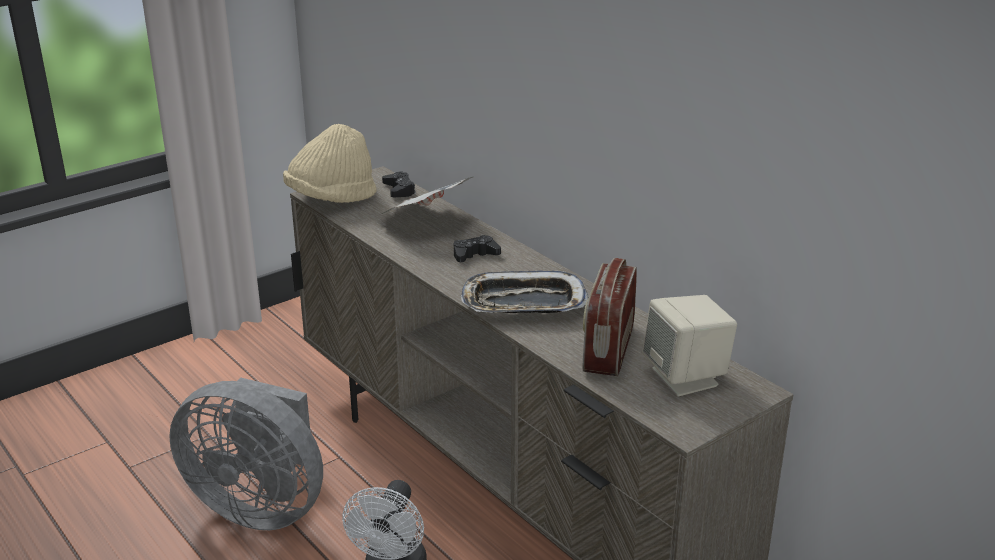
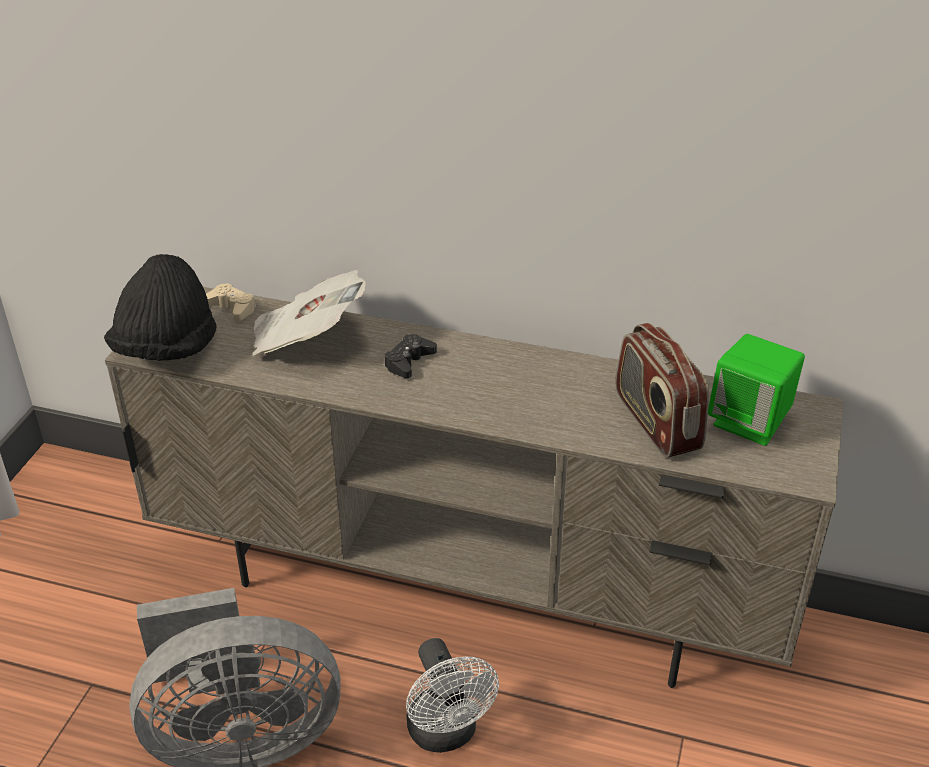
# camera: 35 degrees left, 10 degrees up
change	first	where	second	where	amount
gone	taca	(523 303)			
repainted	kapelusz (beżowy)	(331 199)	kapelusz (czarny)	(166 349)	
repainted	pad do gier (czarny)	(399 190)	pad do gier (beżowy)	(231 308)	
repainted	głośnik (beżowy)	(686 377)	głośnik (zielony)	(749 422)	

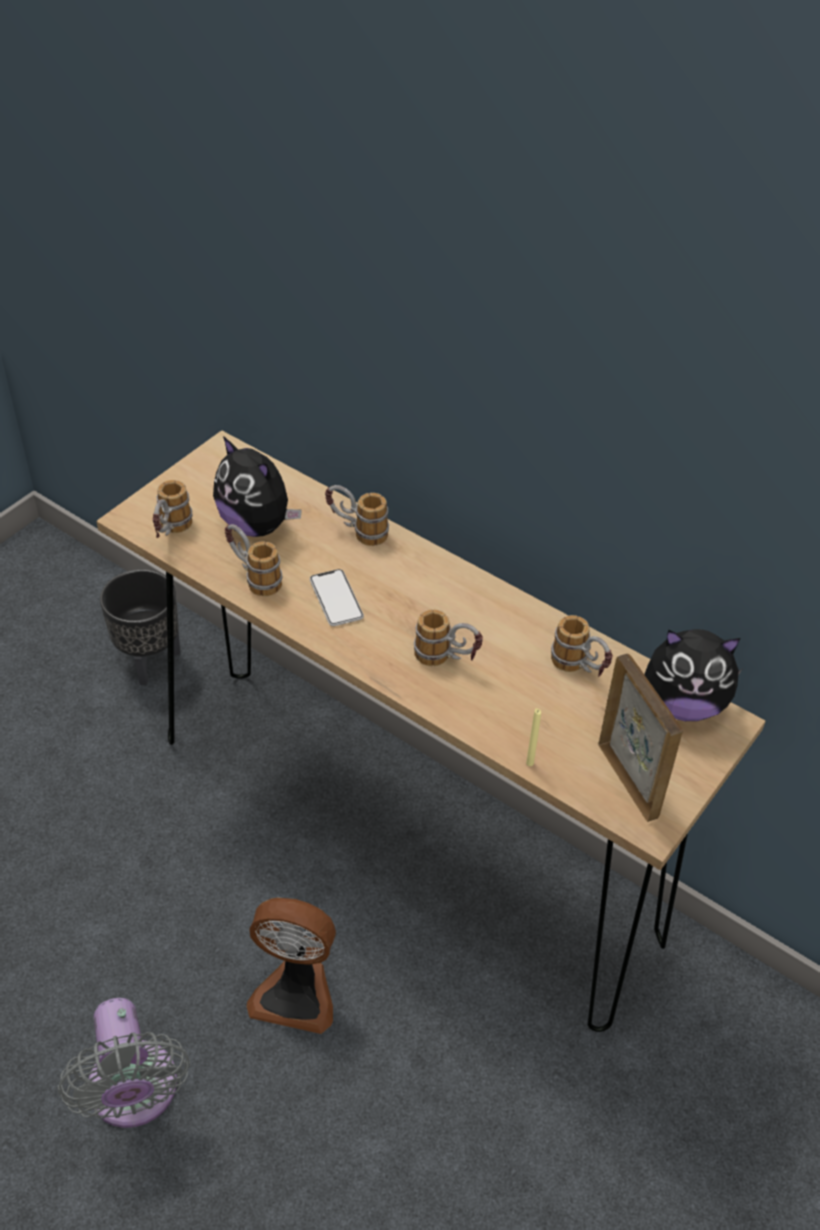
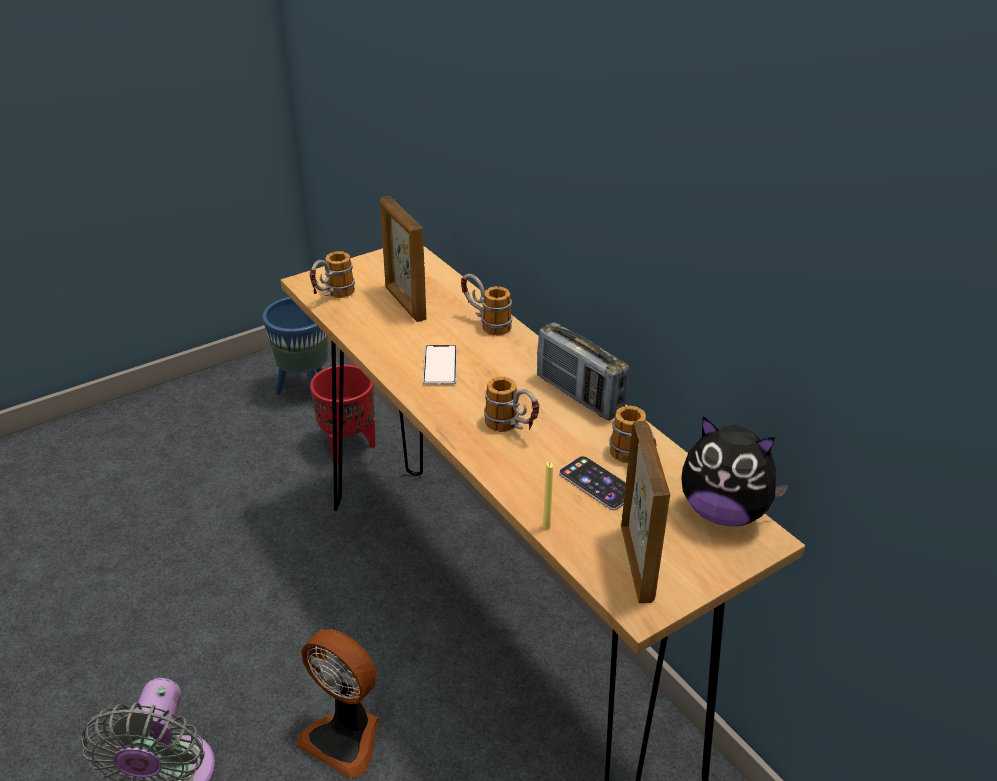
# camera: 20 degrees right, 10 degrees down
change	first	where	second	where	amount
gone	kubek	(253 577)			
new			donica (niebieski)	(306 392)	
new			radio	(579 395)	
new			telefon	(597 483)	
swapped	pluszak	(257 524)	ramka na zdjęcie	(405 303)	
repainted	donica (czarny)	(150 661)	donica (czerwony)	(349 447)	

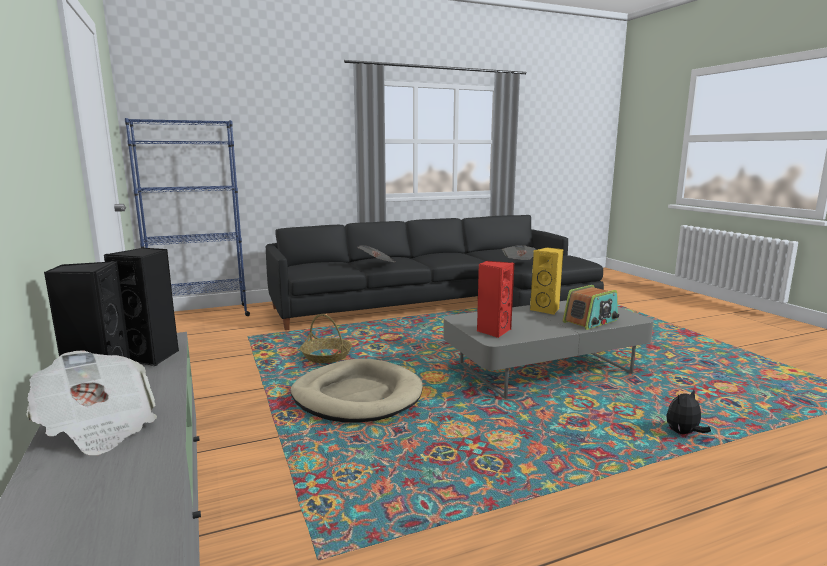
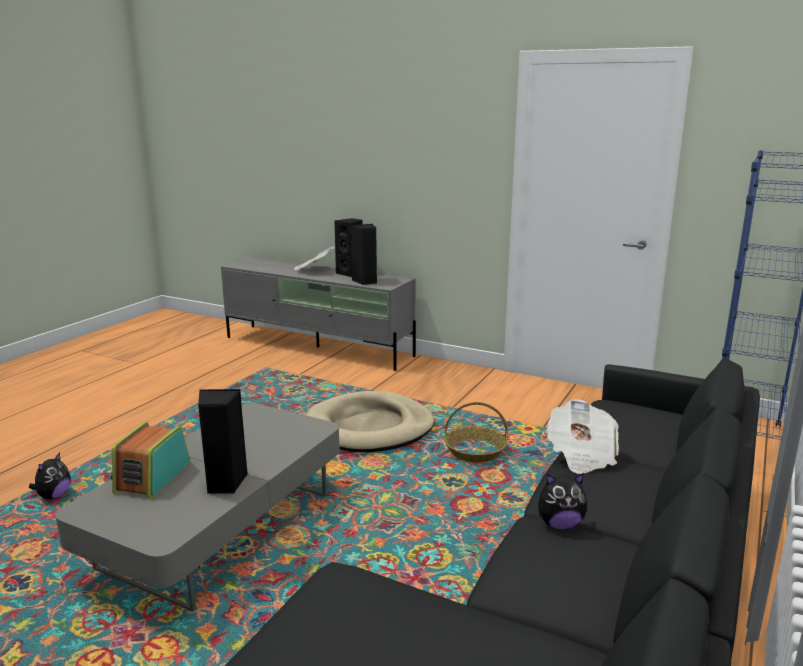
# camera: 140 degrees right, 5 degrees up
change	first	where	second	where	amount
gone	głośnik (czerwony)	(493 331)			
gone	gazeta	(520 263)			
new			pluszak	(559 524)	
repainted	głośnik (żółty)	(546 310)	głośnik (czarny)	(224 483)	

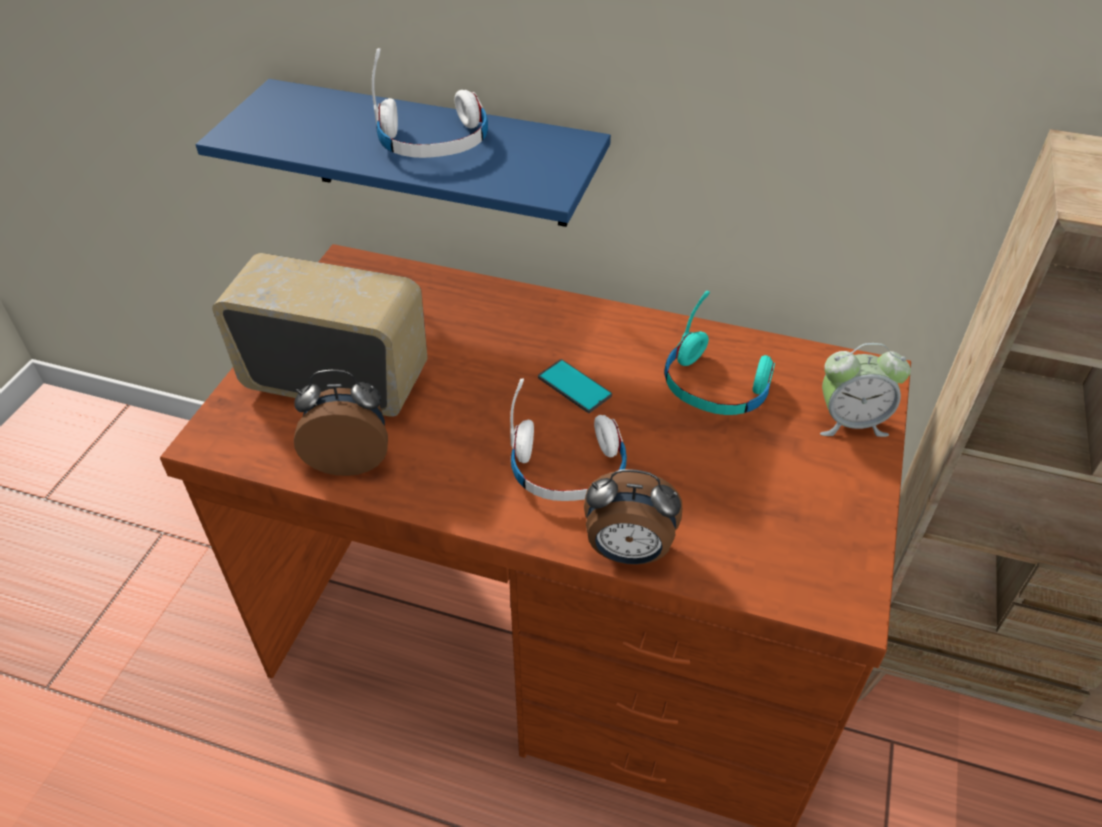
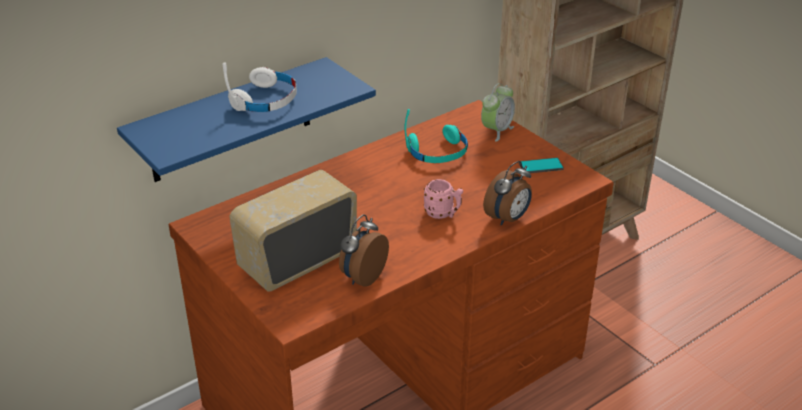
# camera: 55 degrees left, 10 degrees down
change	first	where	second	where	amount
shifted	telefon	(574 387)		(541 166)	
swapped	słuchawki (biały)	(568 469)	kubek (różowy)	(443 214)	

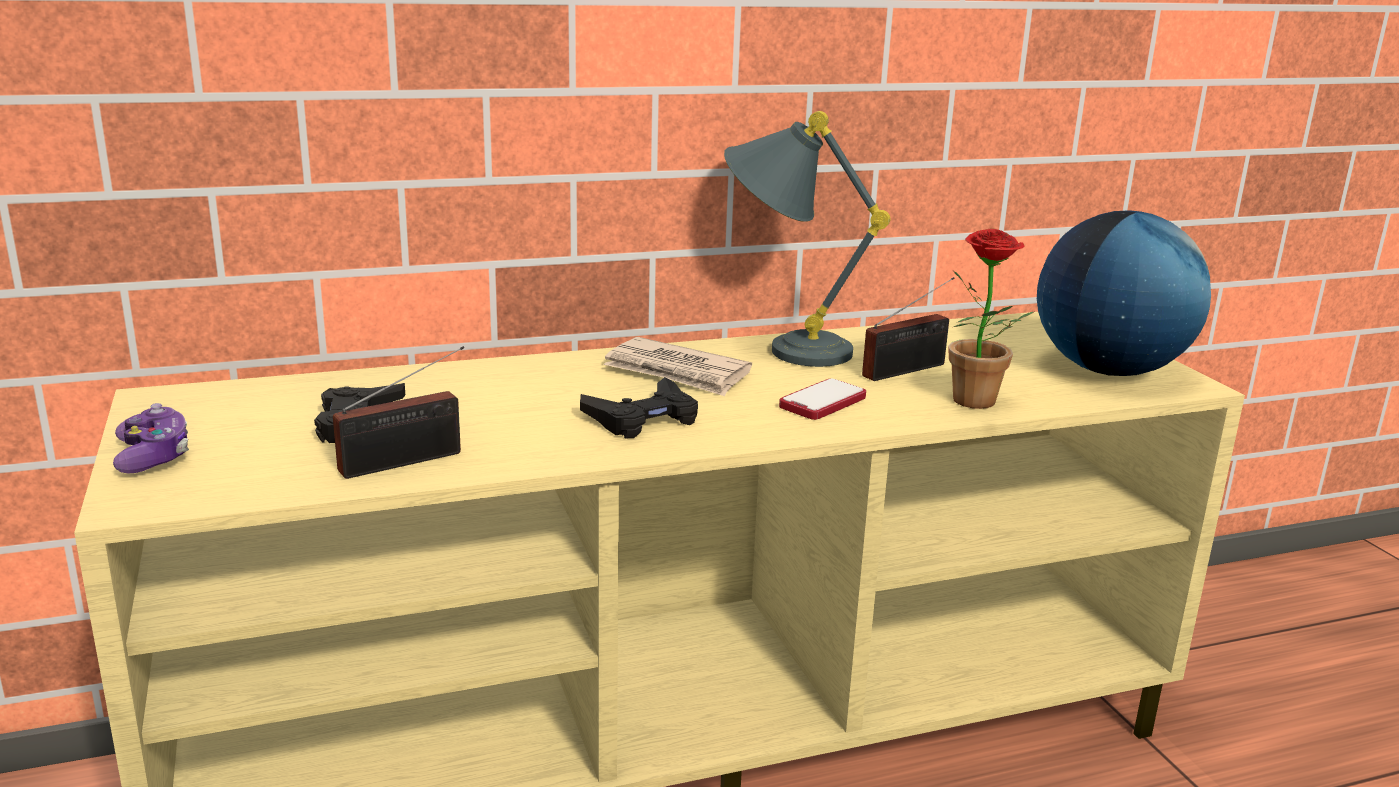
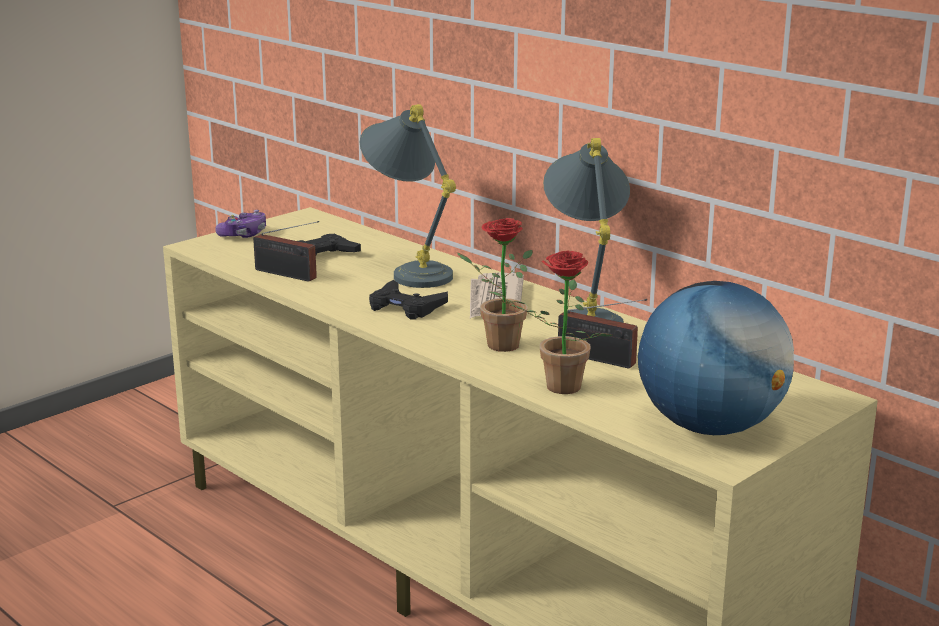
# camera: 65 degrees right, 0 degrees up
change	first	where	second	where	amount
new			lampa stołowa (szary)	(410 271)	
swapped	telefon	(822 402)	roślina doniczkowa	(495 344)	

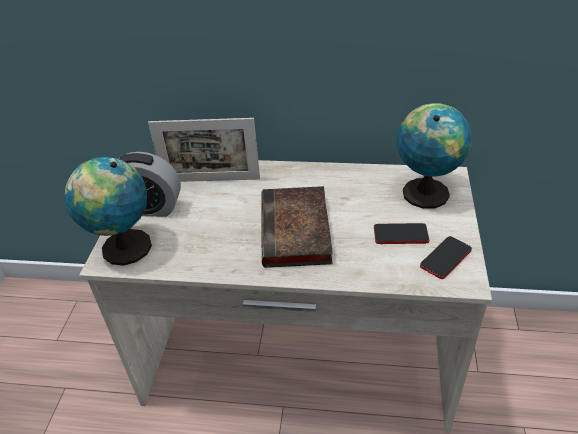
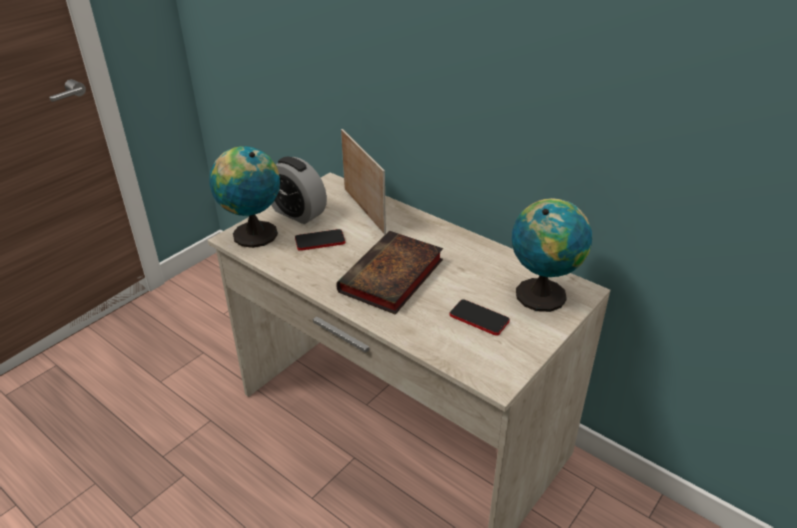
# camera: 30 degrees right, 5 degrees down
change	first	where	second	where	amount
shifted	telefon	(445 258)		(320 241)	
rotated	ramka na zdjęcie	(211 180)		(364 210)	150 degrees counterclockwise

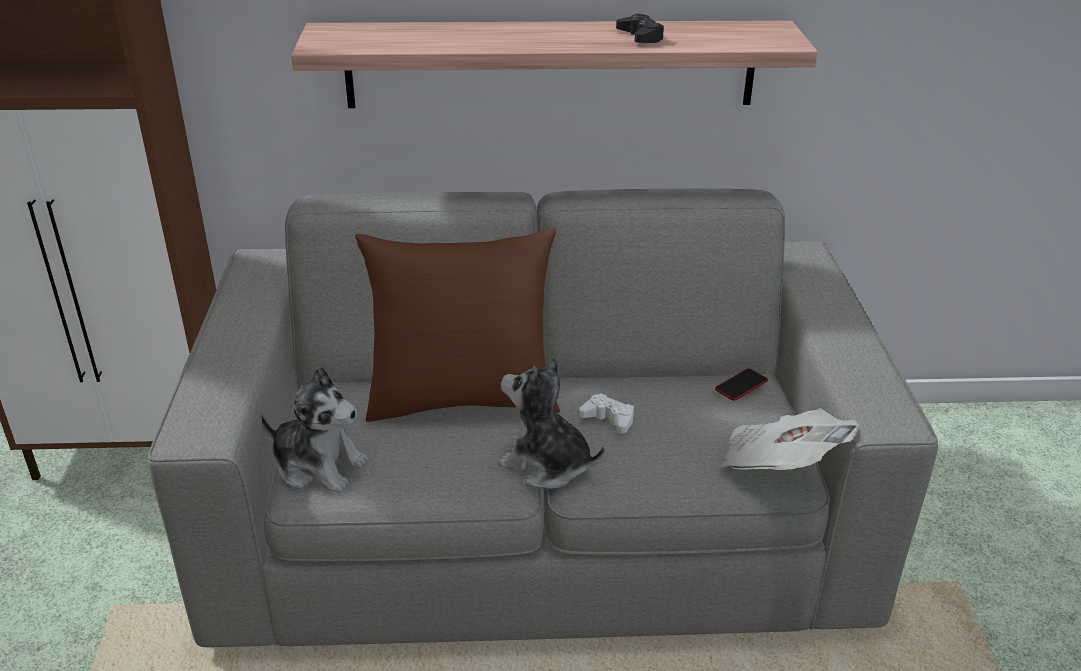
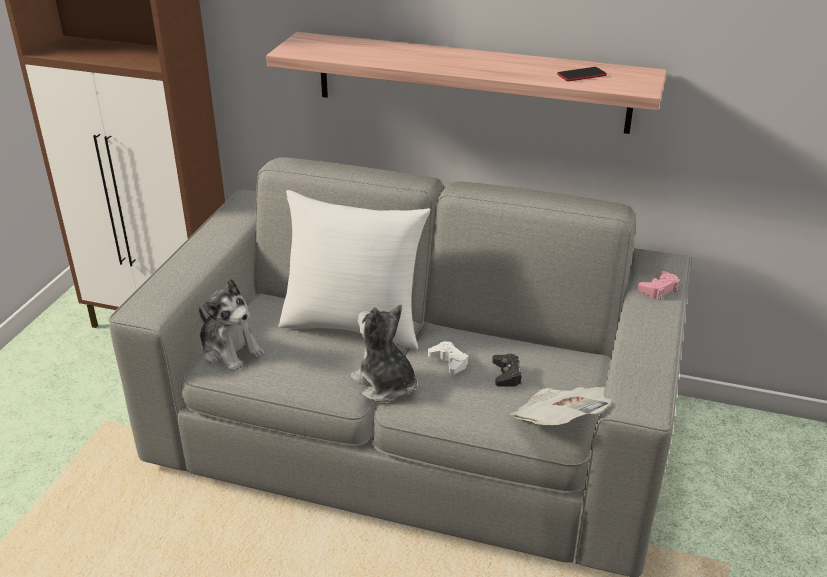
# camera: 20 degrees right, 0 degrees up
change	first	where	second	where	amount
new			pad do gier (różowy)	(659 289)	
shifted	pad do gier (czarny)	(640 36)		(507 374)	
shifted	telefon	(741 385)		(581 75)	
repainted	poduszka (brązowy)	(462 399)	poduszka (biały)	(354 325)	

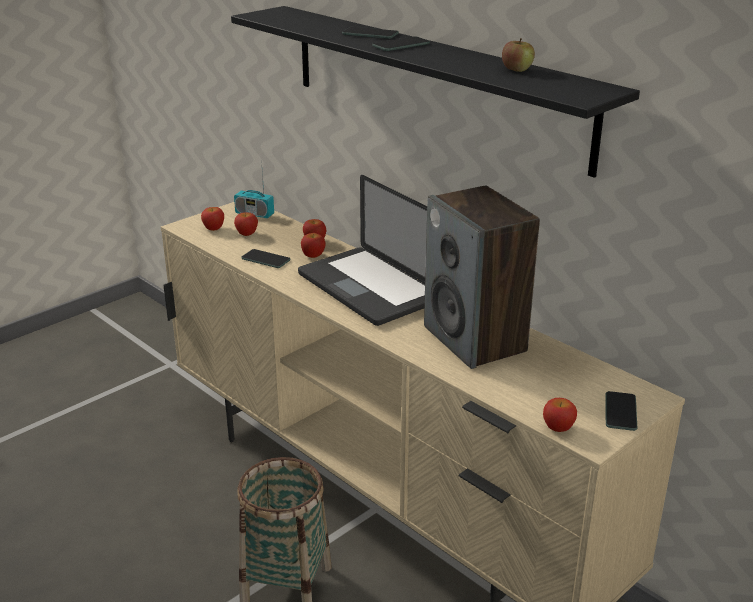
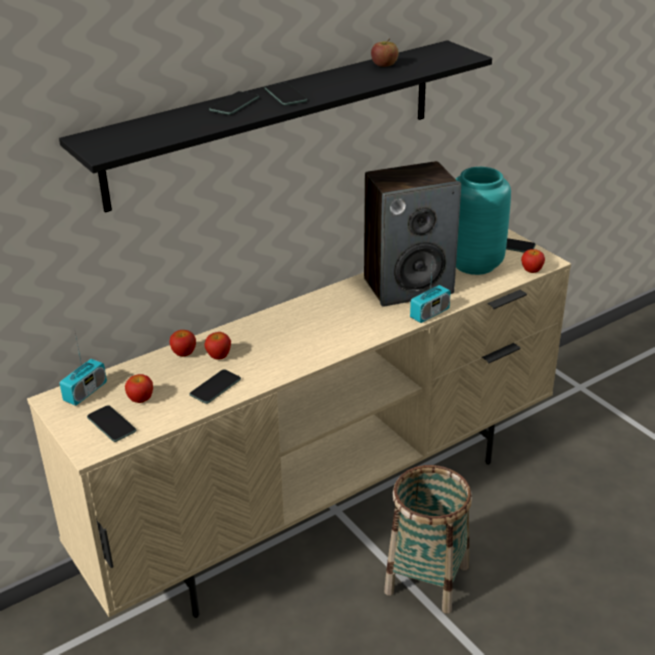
# camera: 80 degrees left, 5 degrees up
change	first	where	second	where	amount
gone	laptop	(369 287)			
new			radio	(429 313)	
new			wazon (turkusowy)	(476 264)	
swapped	jabłko	(213 228)	telefon	(111 424)	

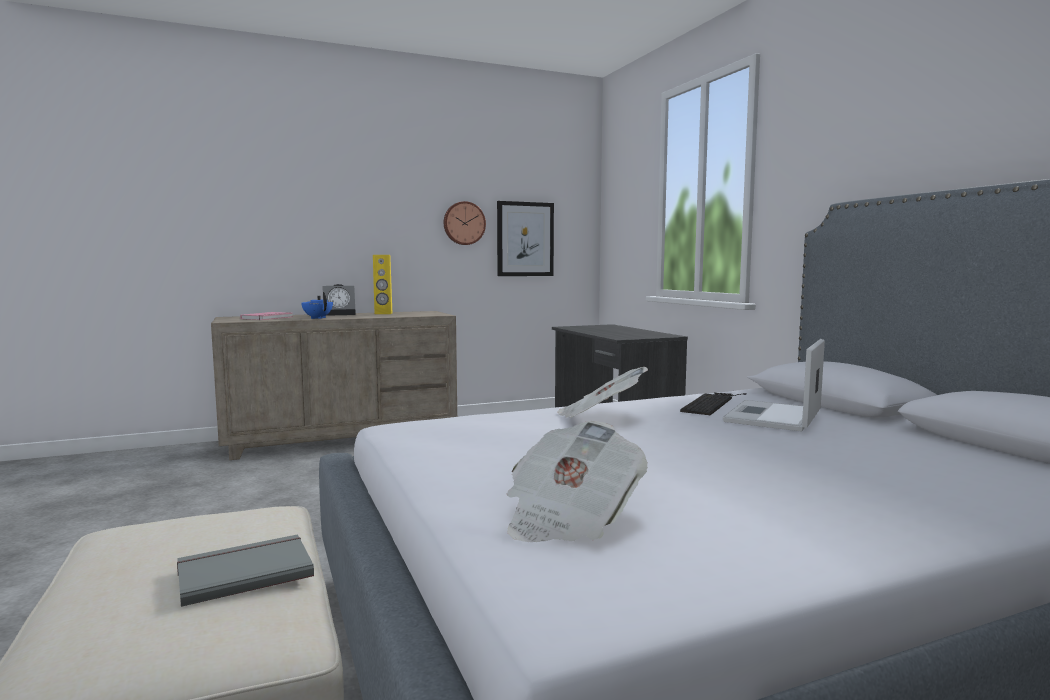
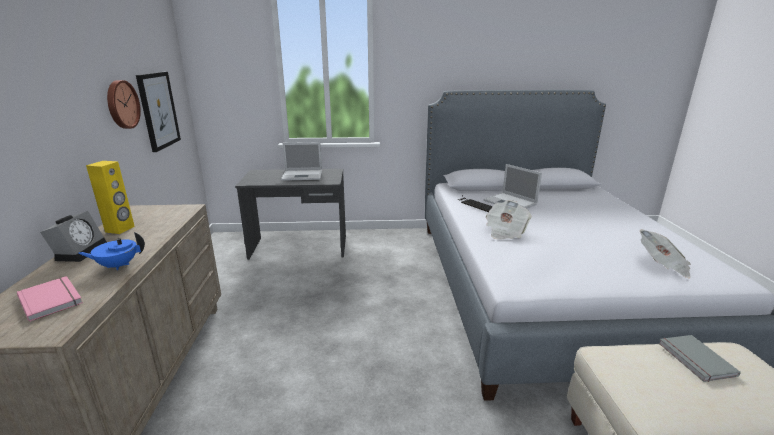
# camera: 70 degrees left, 15 degrees up
change	first	where	second	where	amount
new			laptop	(303 175)	

